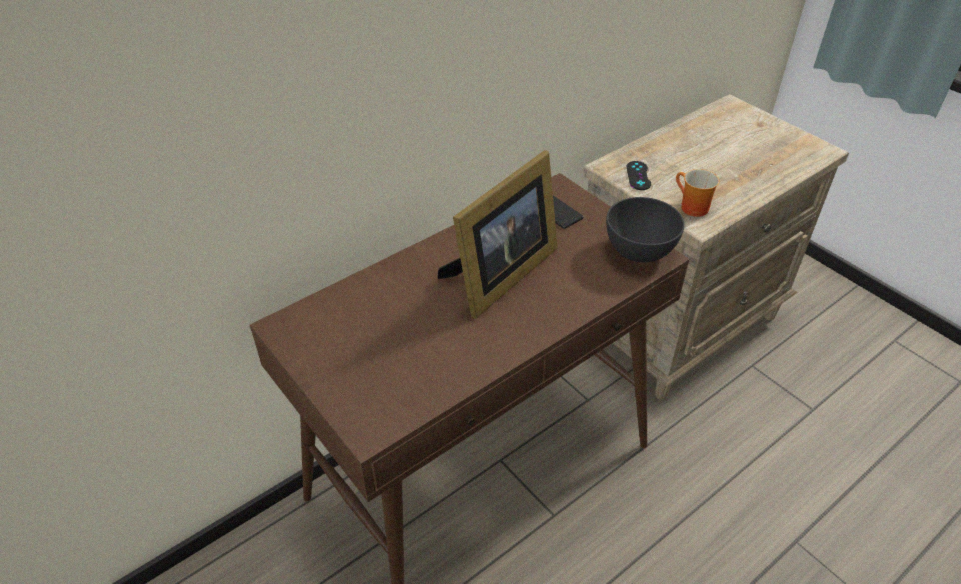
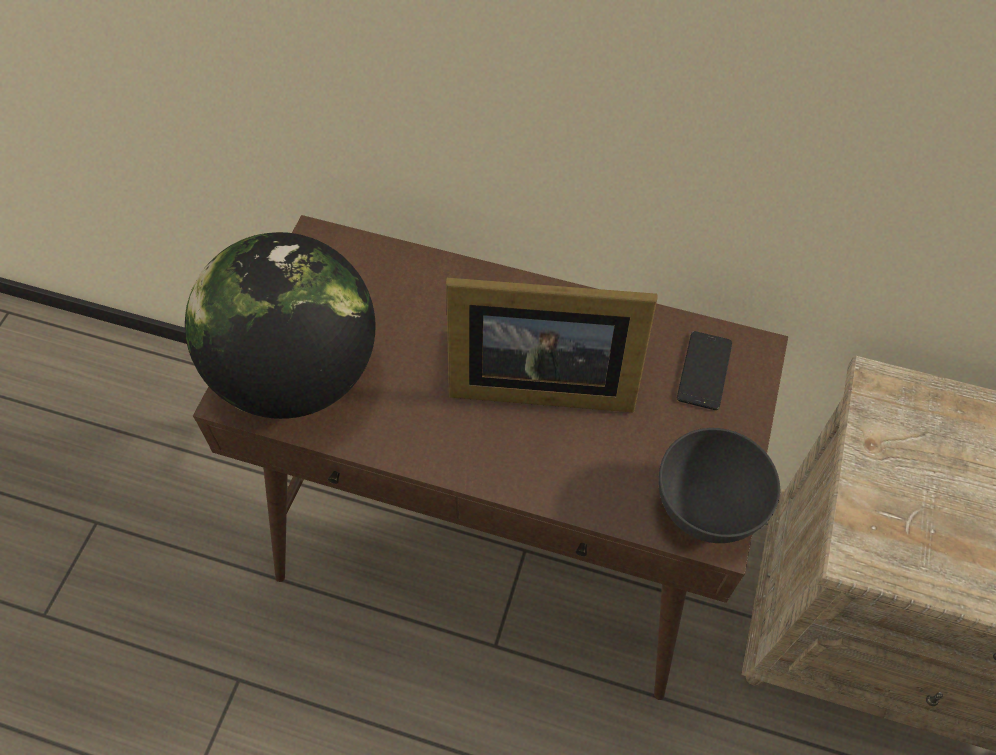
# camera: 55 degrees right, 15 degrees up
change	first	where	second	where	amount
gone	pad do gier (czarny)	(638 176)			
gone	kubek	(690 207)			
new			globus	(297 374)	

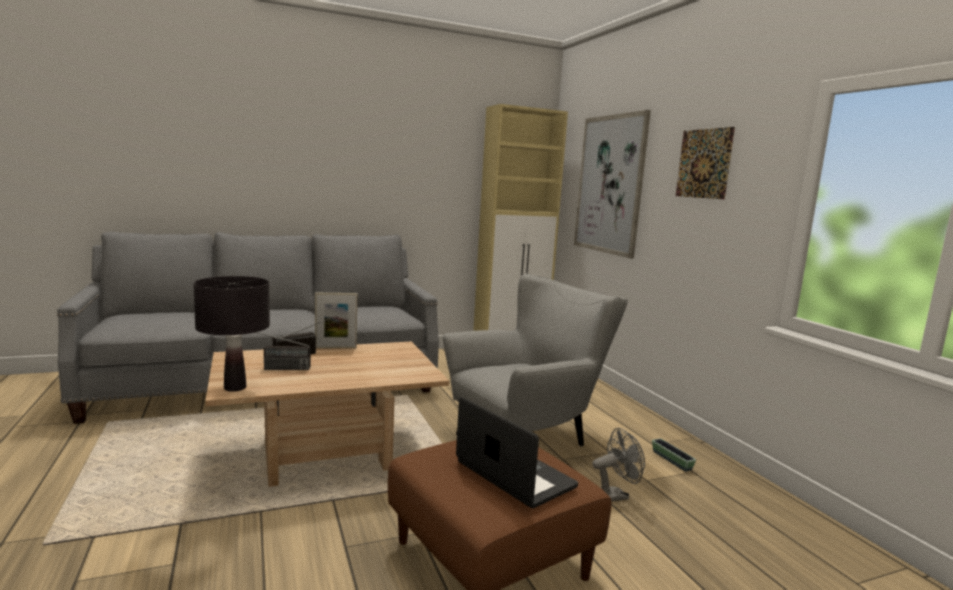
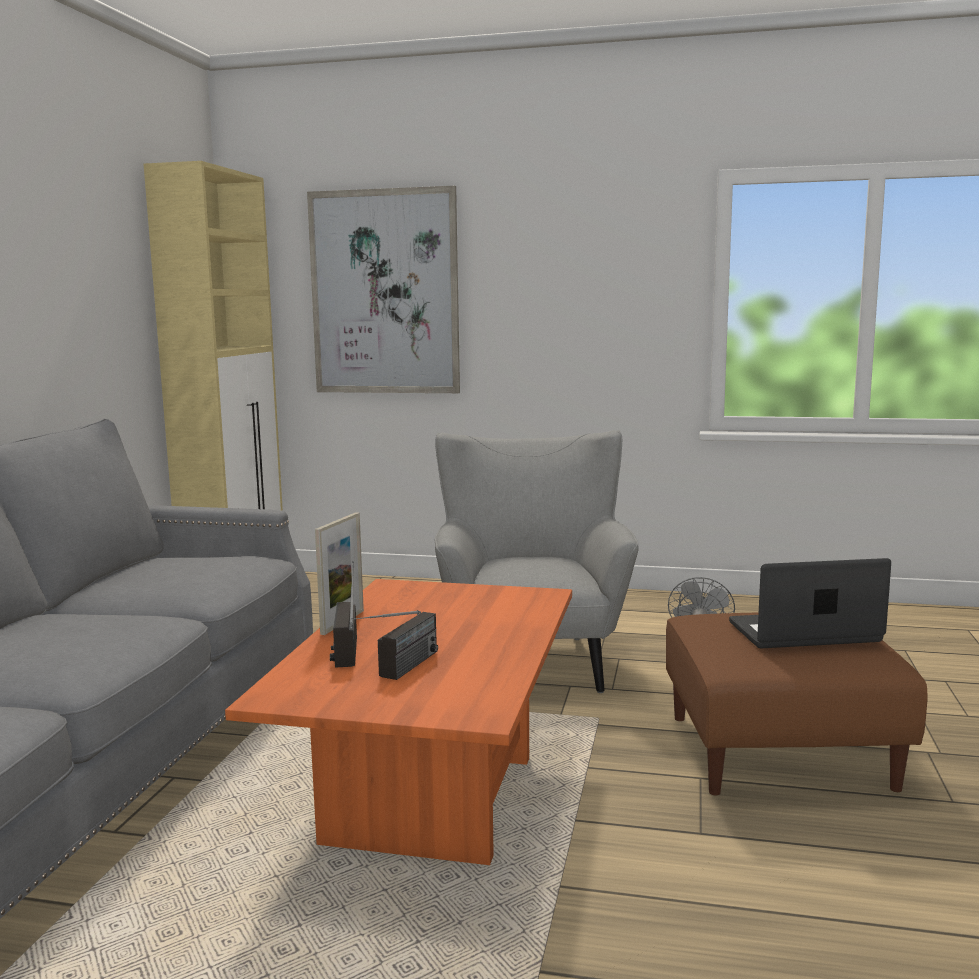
# camera: 55 degrees left, 0 degrees up
change	first	where	second	where	amount
gone	lampa stołowa (czarny)	(235 388)			
gone	donica	(671 460)			
gone	obraz	(703 163)			
repainted	ława (beżowy)	(326 456)	ława (pomarańczowy)	(431 800)	

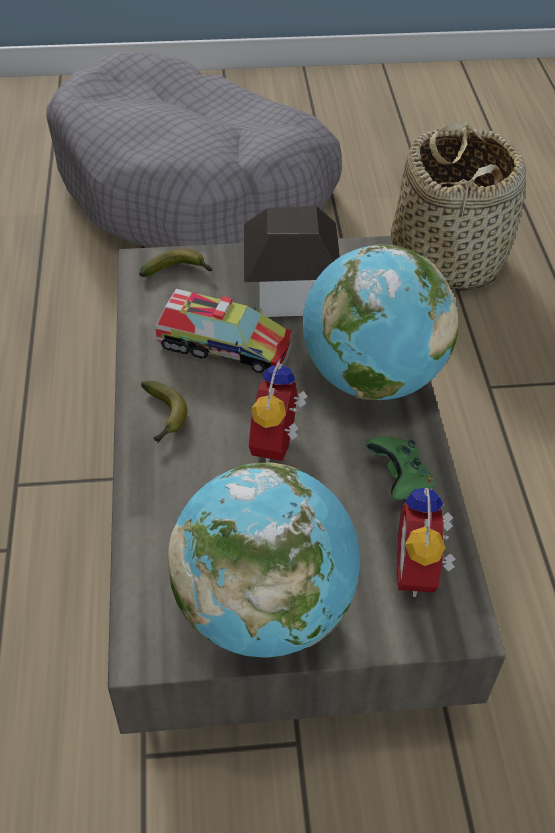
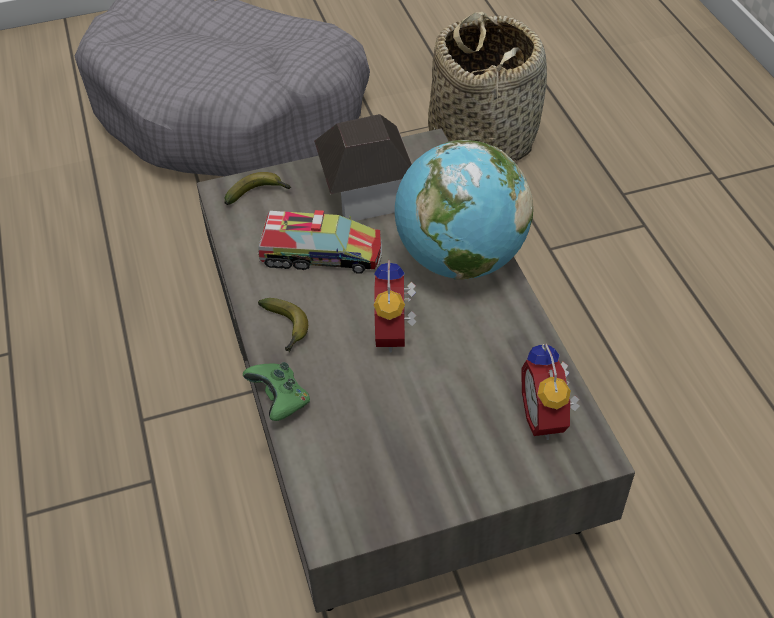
# camera: 10 degrees left, 0 degrees up
change	first	where	second	where	amount
gone	globus	(264 608)			
shifted	pad do gier (zielony)	(400 479)		(280 400)	

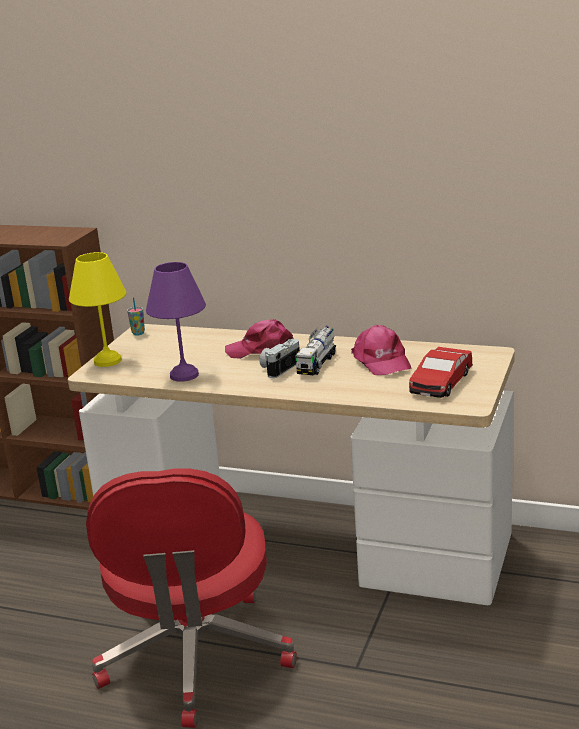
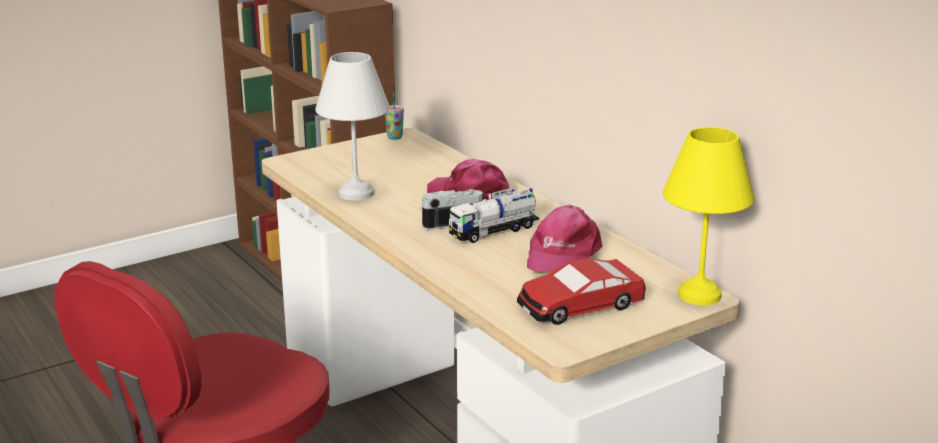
# camera: 35 degrees right, 0 degrees up
change	first	where	second	where	amount
shifted	lampa stołowa (żółty)	(106 361)		(697 294)	
repainted	lampa stołowa (fioletowy)	(185 374)	lampa stołowa (biały)	(357 193)	

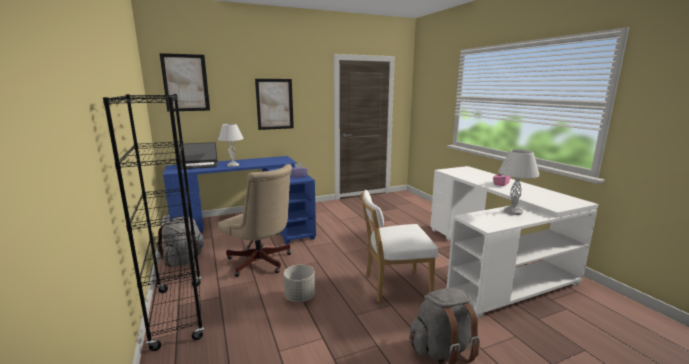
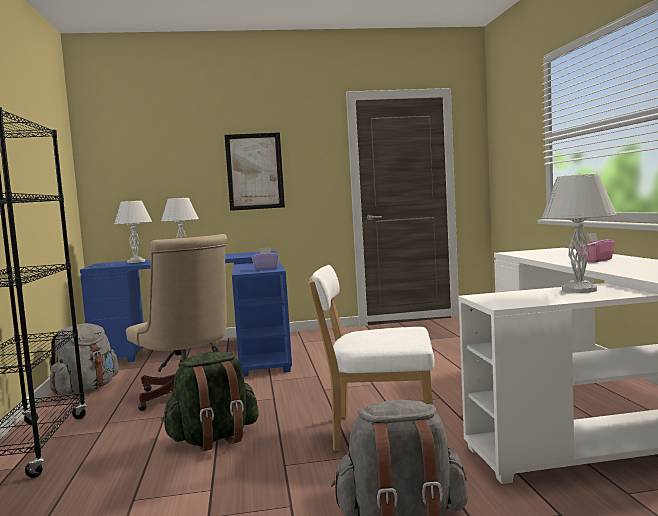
# camera: 15 degrees right, 10 degrees down
change	first	where	second	where	amount
gone	obraz	(185 83)			
swapped	laptop	(199 166)	lampa stołowa (biały)	(137 262)	
swapped	donica (szary)	(300 297)	plecak (zielony)	(214 439)	

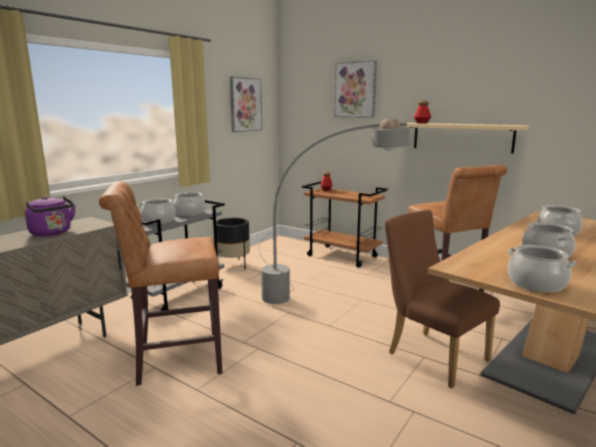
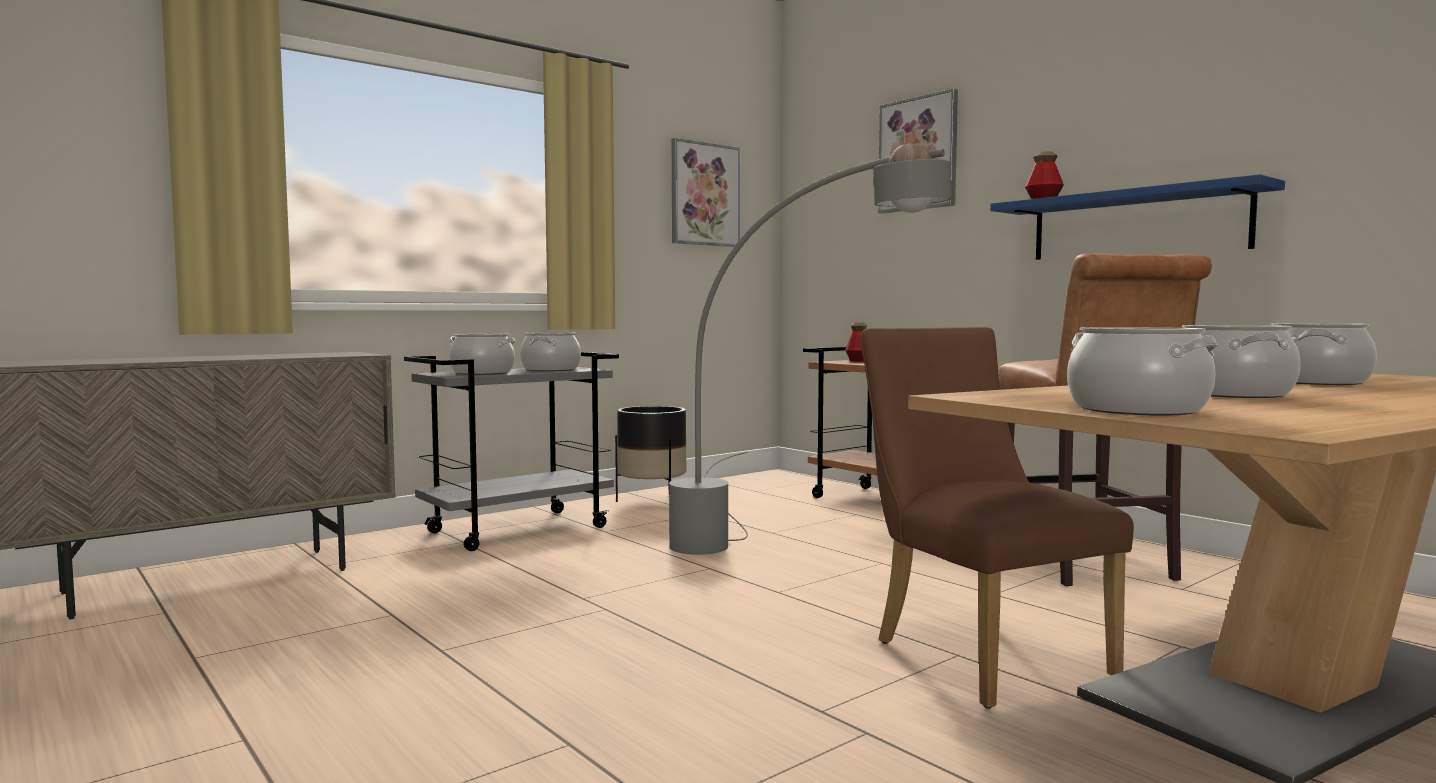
# camera: 15 degrees right, 10 degrees down
change	first	where	second	where	amount
gone	czajnik (fioletowy)	(52 233)			
gone	stołek (brązowy)	(174 360)			
repainted	półka (beżowy)	(462 137)	półka (niebieski)	(1136 225)	

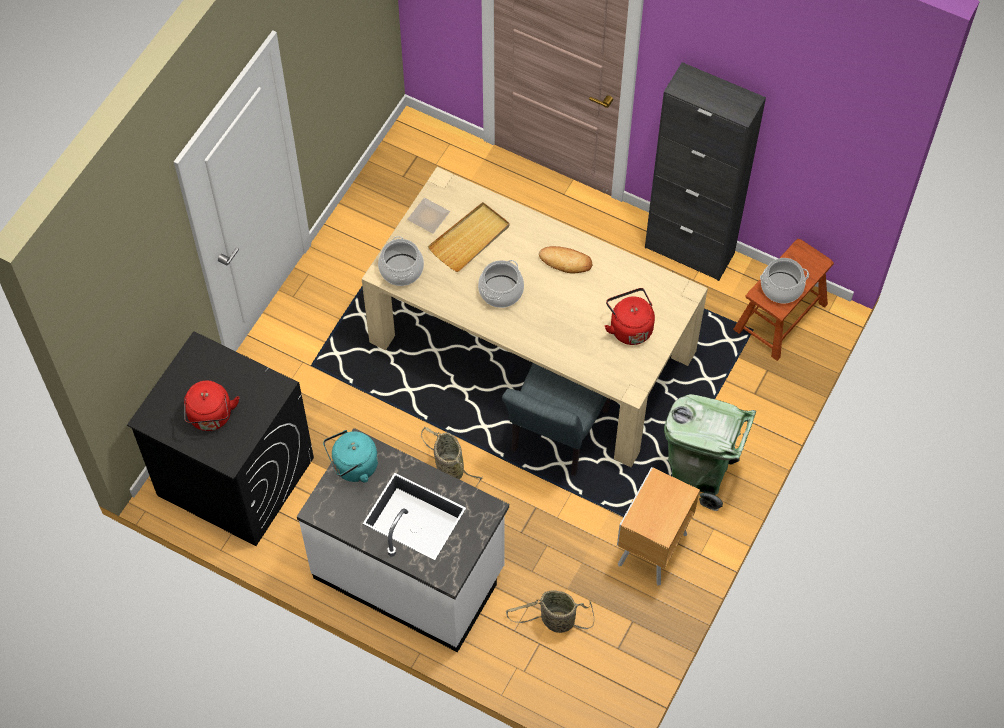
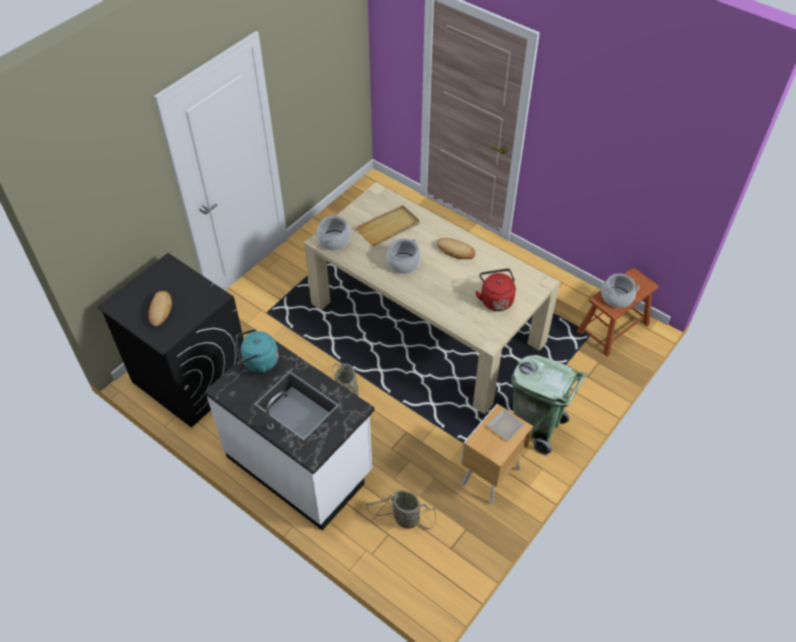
# camera: 10 degrees right, 10 degrees down
change	first	where	second	where	amount
gone	krzesło (szary)	(555 437)			
gone	szafka (czarny)	(689 250)			
shifted	talerz	(430 216)		(506 426)	
swapped	czajnik (czerwony)	(211 417)	chleb	(160 310)	

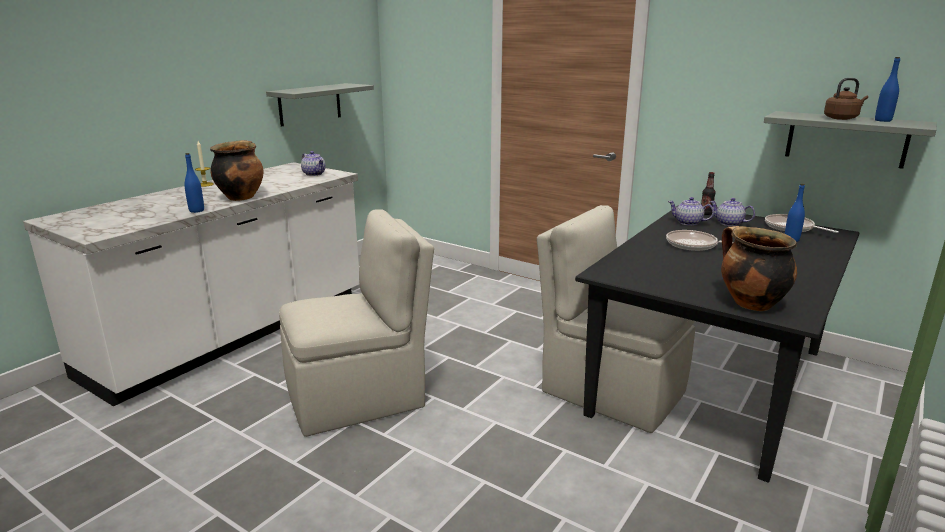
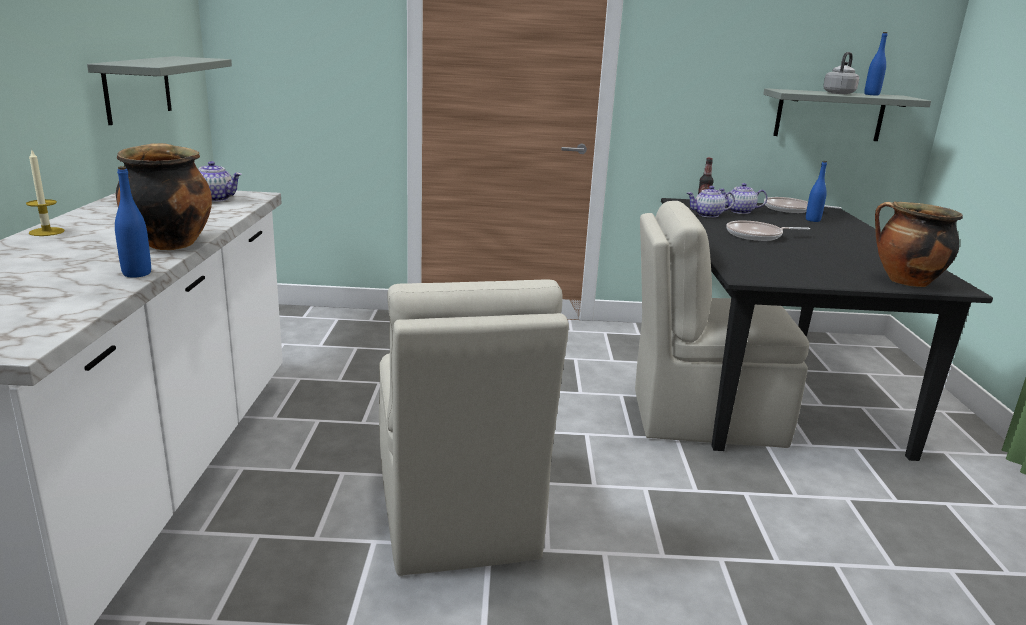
# camera: 35 degrees left, 0 degrees up
change	first	where	second	where	amount
repainted	czajnik (brązowy)	(842 118)	czajnik (szary)	(839 93)	
rotated	krzesło (beżowy)	(359 397)		(456 515)	135 degrees clockwise

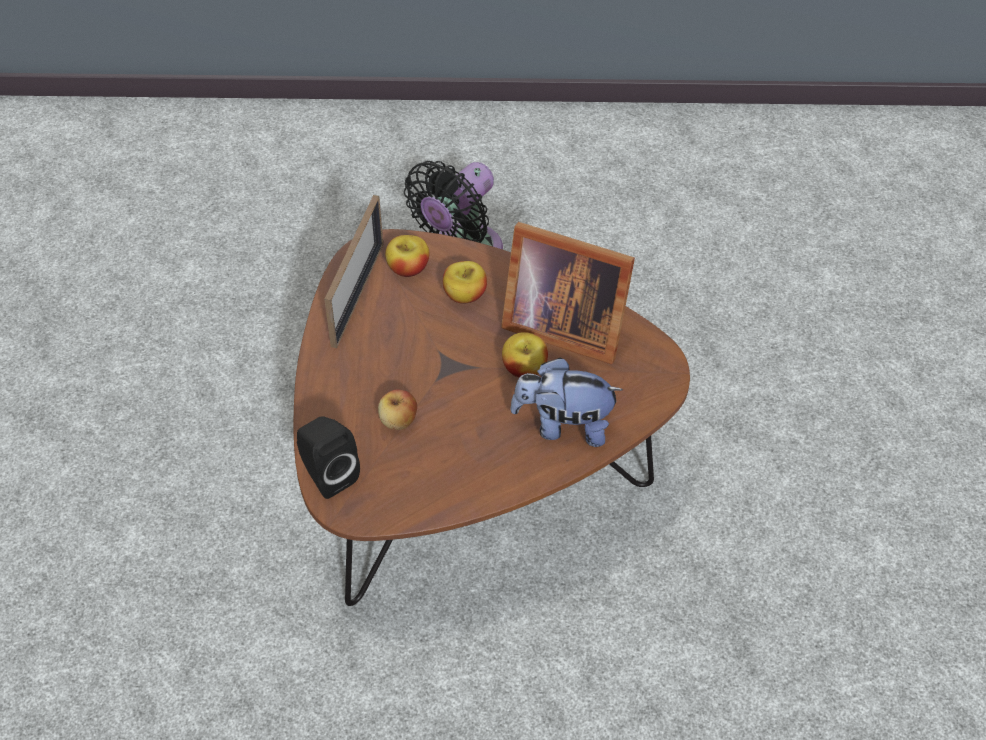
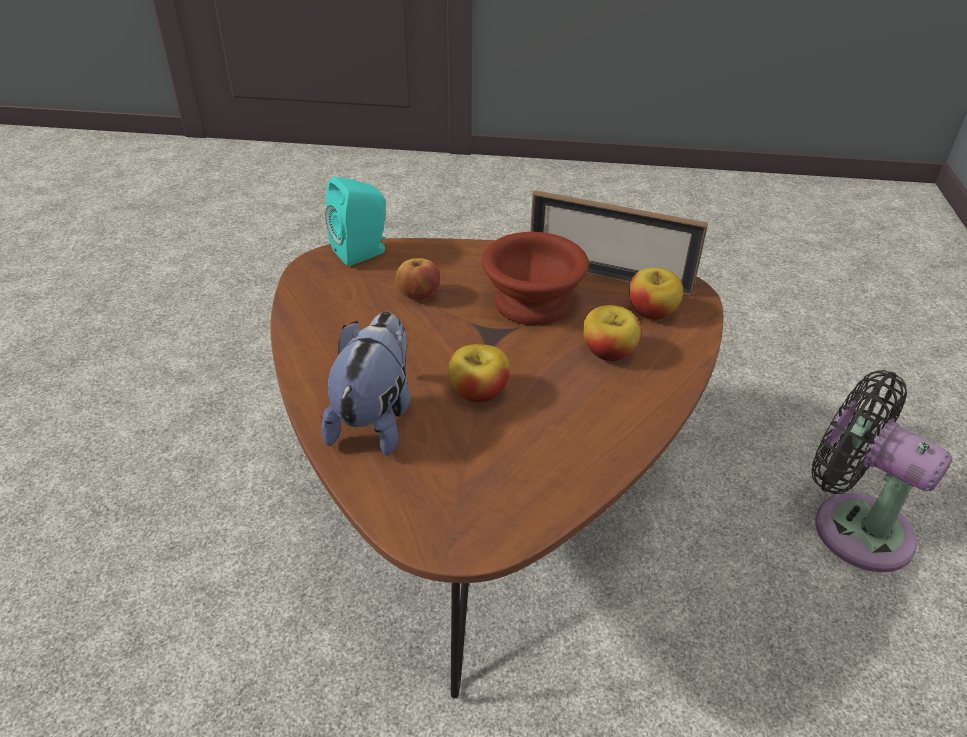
# camera: 95 degrees right, 10 degrees down
change	first	where	second	where	amount
gone	ramka na zdjęcie	(562 325)			
new			miska (brązowy)	(532 302)	
repainted	głośnik (czarny)	(327 475)	głośnik (turkusowy)	(363 252)	

